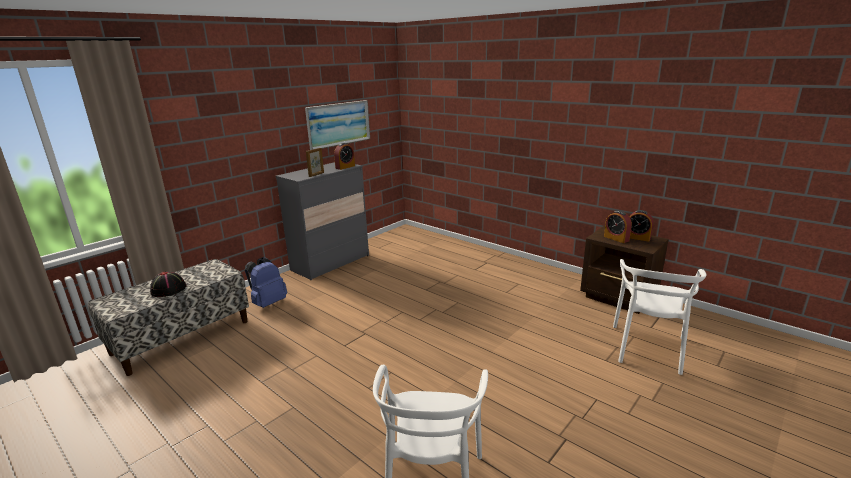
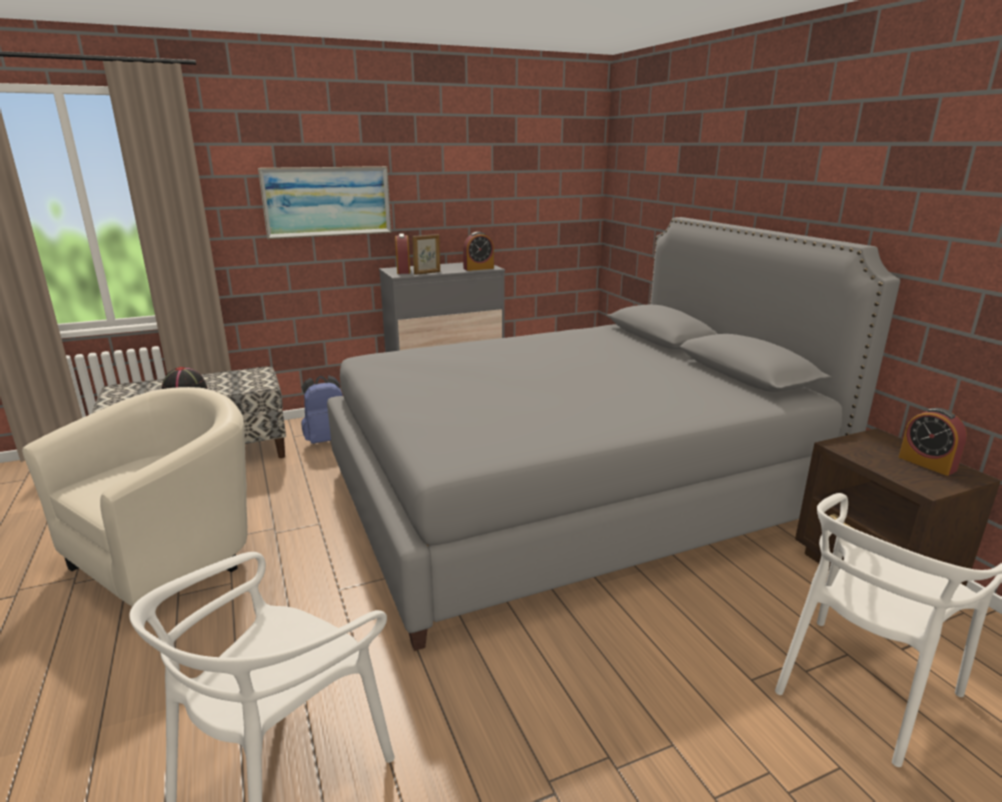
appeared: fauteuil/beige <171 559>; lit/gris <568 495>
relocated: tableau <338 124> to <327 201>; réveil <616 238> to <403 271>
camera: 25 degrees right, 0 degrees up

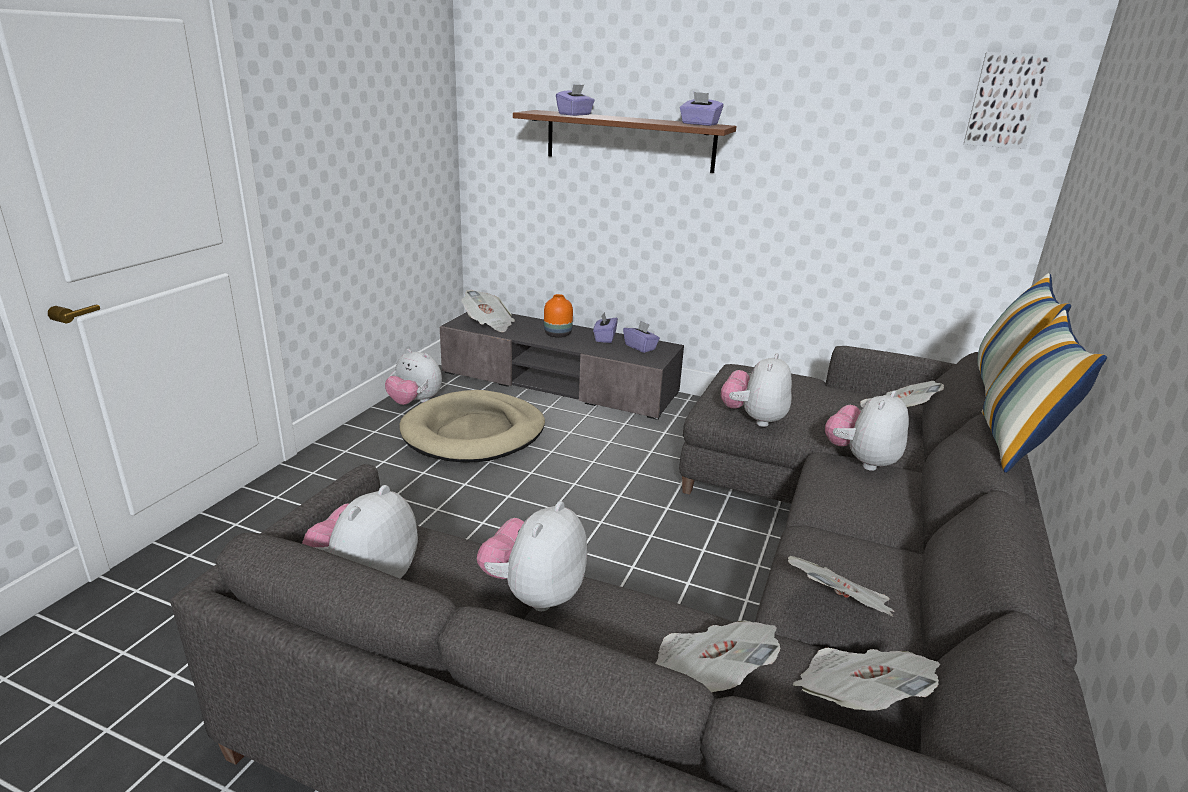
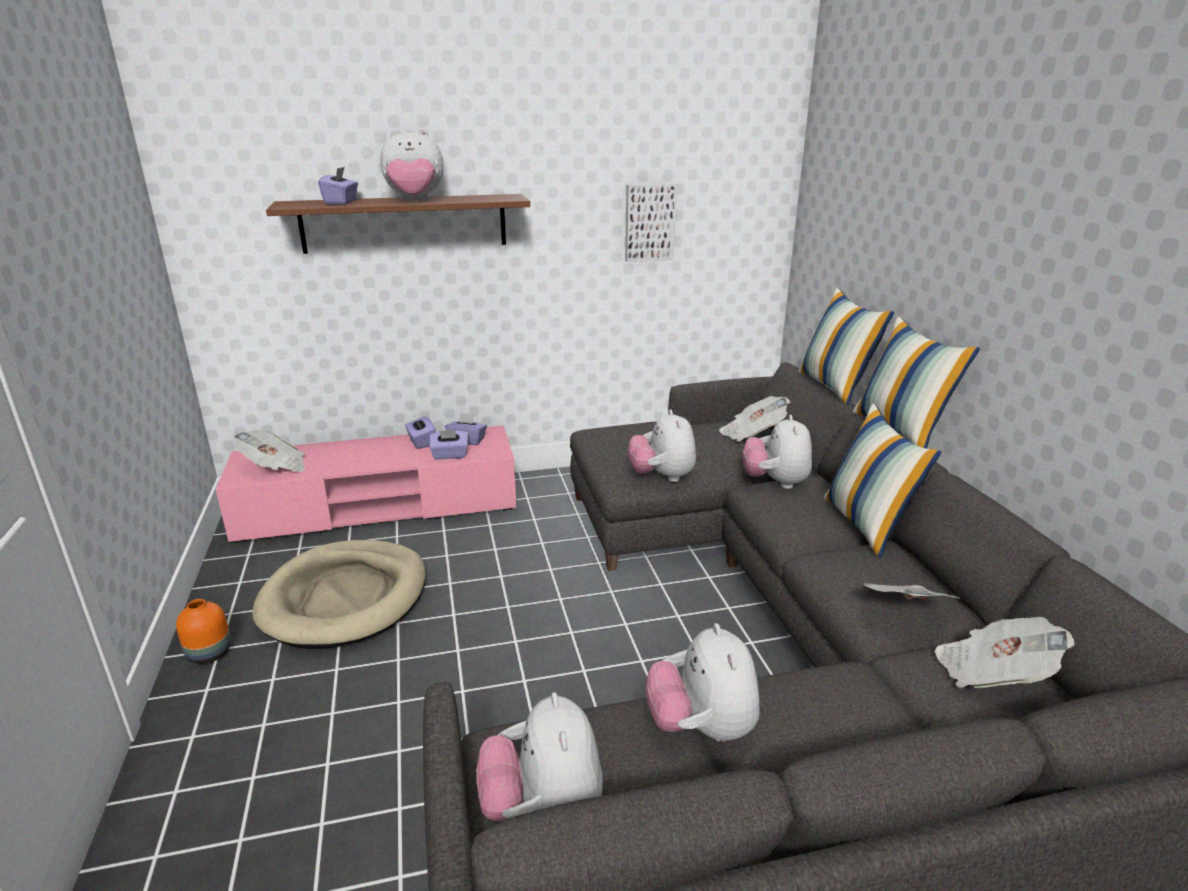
missing: journal <706 677>
appeared: coussin <867 524>
relocated: vase/orange <557 334> to <208 653>; peluche <415 402> to <415 200>; boîte à mouchoirs/violet <699 124> to <450 455>; tableau <1005 100> to <649 222>
colour: meuble télé/gris <559 383> to meuble télé/rose <379 507>
camera: 35 degrees left, 0 degrees up

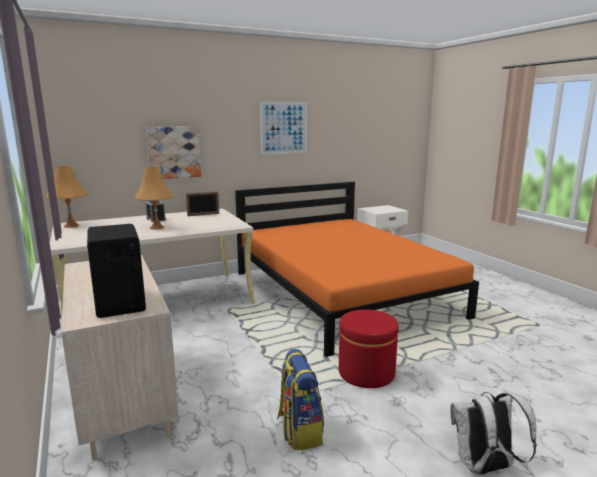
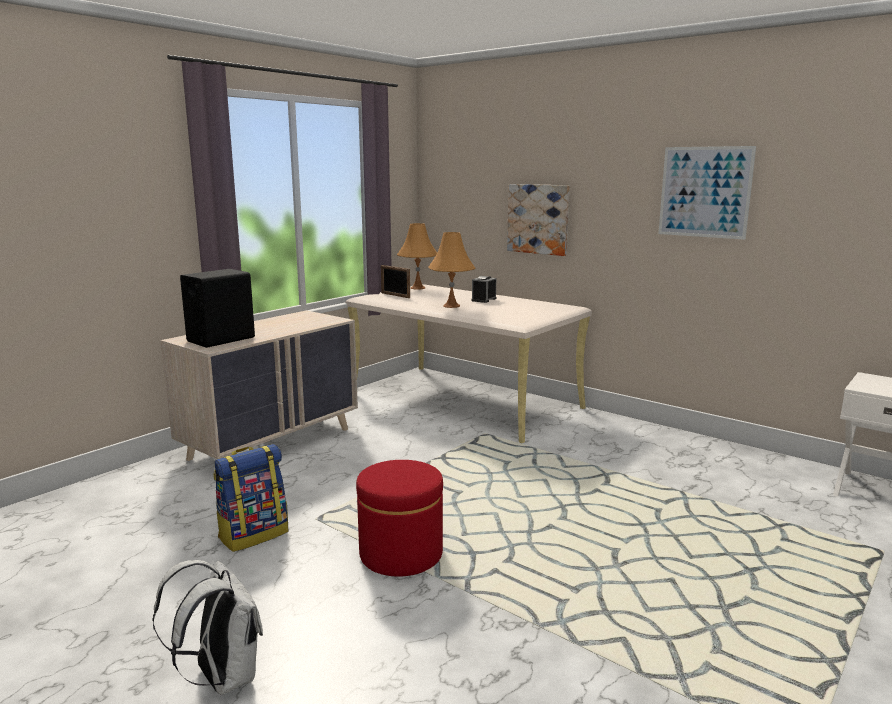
missing: lit/orange <342 293>
relocated: cadre photo <203 214> to <395 295>
camera: 65 degrees right, 0 degrees up

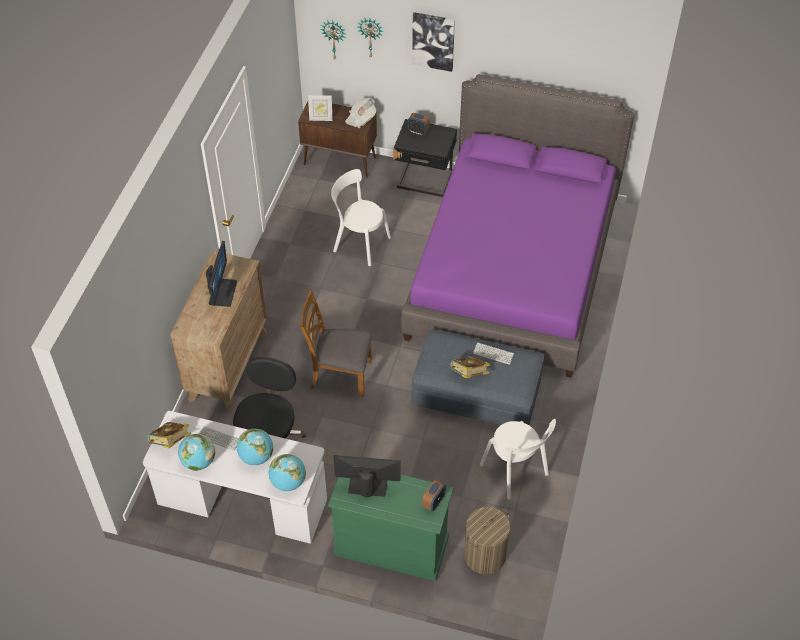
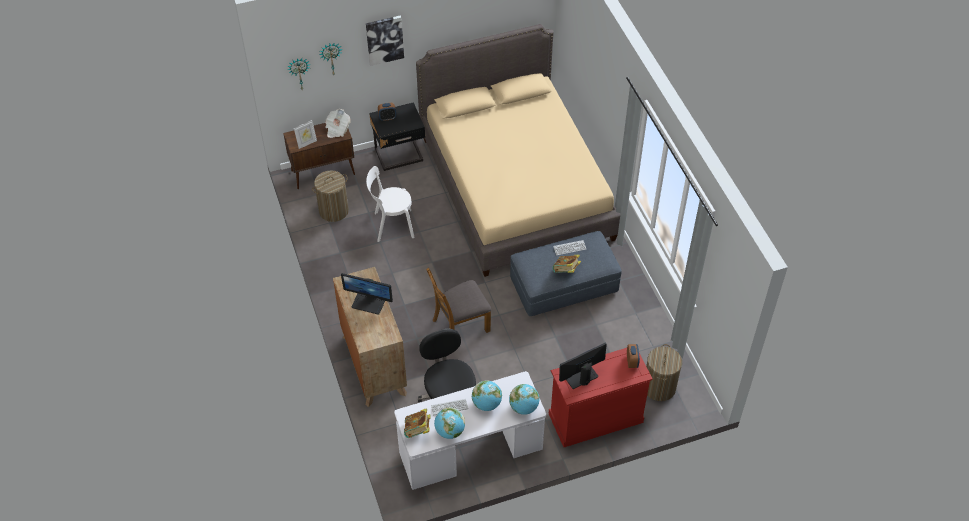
missing: chaise/blanc <515 472>
appeared: panier à linge <334 210>
colour: lit/violet <513 270> to lit/beige <516 187>; commode/vert <391 545> to commode/rouge <595 417>
spun: écran d'ordinateur <222 292> = <369 303> 135 degrees clockwise
camera: 35 degrees left, 0 degrees up

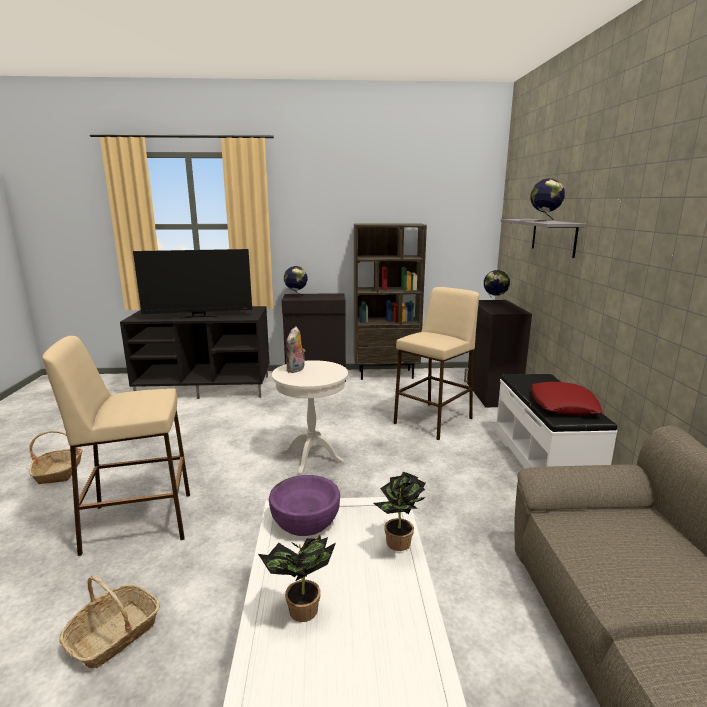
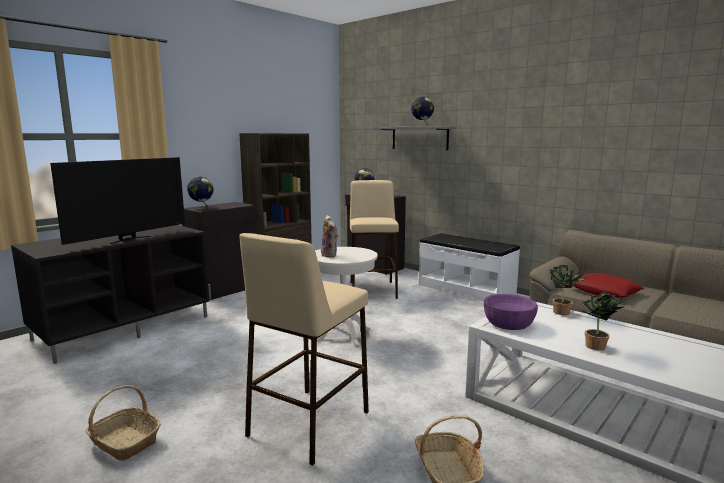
relocated: coussin/rouge <563 405> to <604 291>
camera: 45 degrees left, 5 degrees down

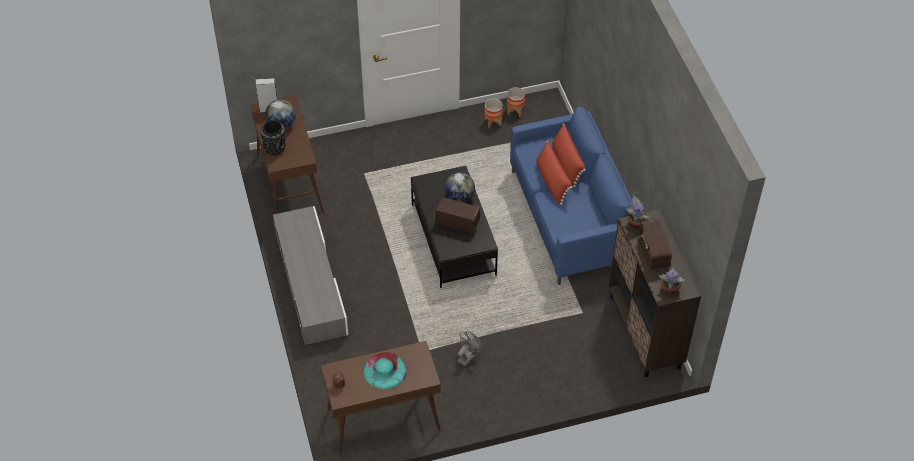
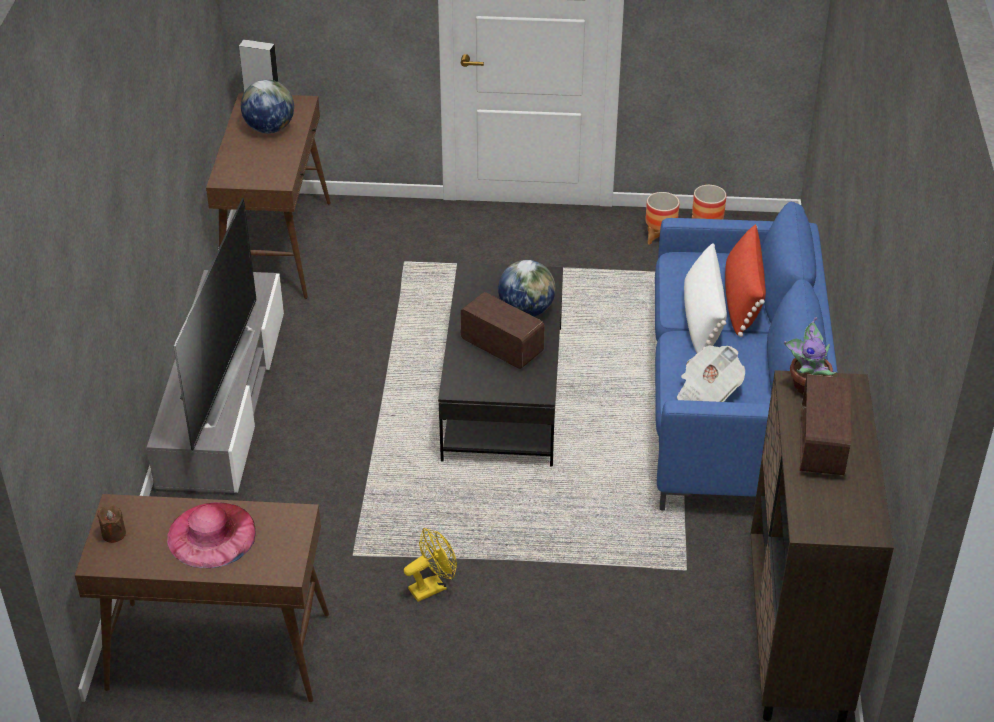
missing: vase/noir <275 147>; plante en pot <669 289>
appeared: téléviseur <217 375>; journal <707 391>
colour: chapeau/turquoise <385 370> to chapeau/rose <211 534>; ventilateur/gris <468 356> to ventilateur/jaune <432 586>; coussin/rouge <552 181> to coussin/blanc <702 319>
camera: 20 degrees right, 10 degrees down

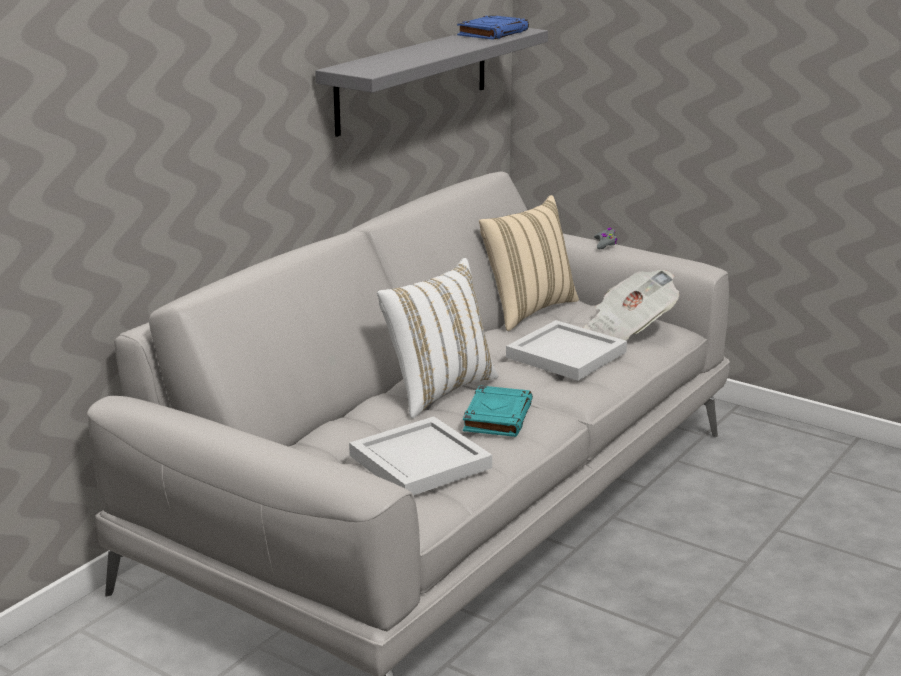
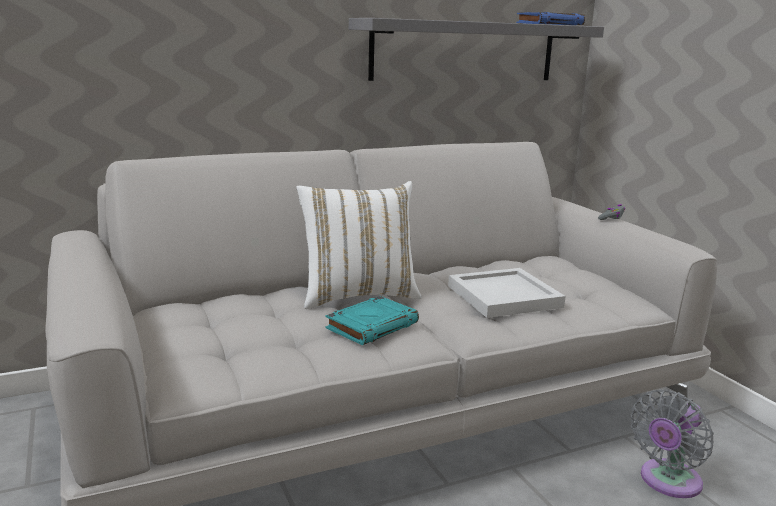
missing: plateau/blanc <422 462>; coussin/beige <527 310>; journal <628 328>
appeared: ventilateur/gris <667 482>
camera: 30 degrees right, 5 degrees down

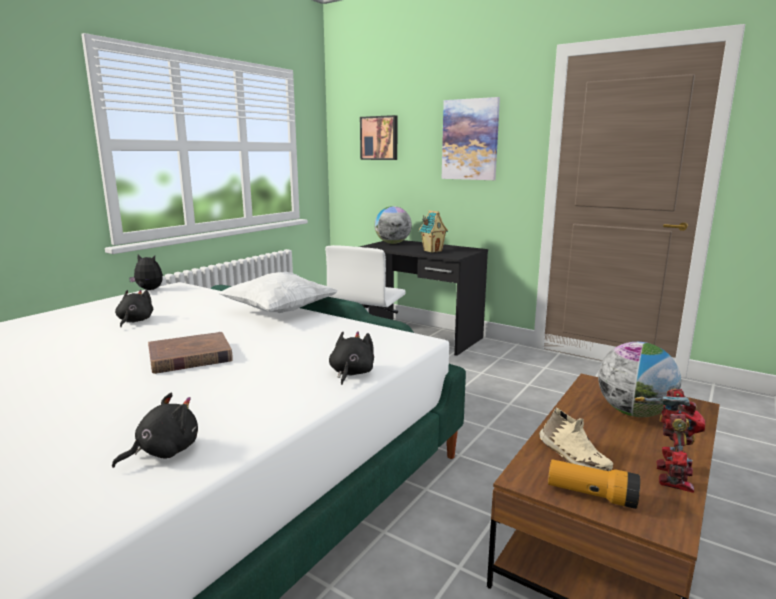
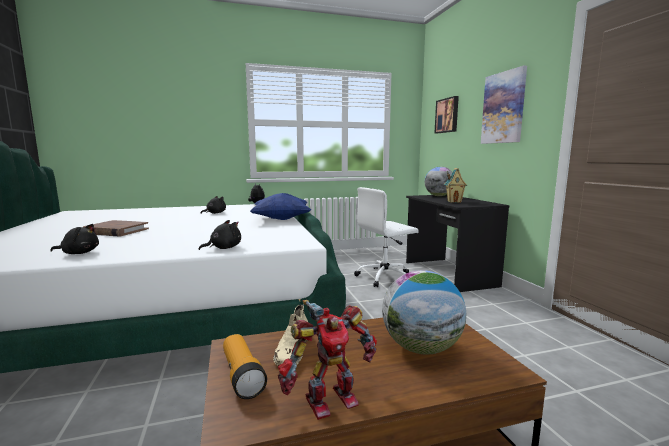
relocated: livre/marron <190 357> to <116 231>
colour: coussin/blanc <279 311> to coussin/bleu <281 219>
camera: 40 degrees right, 5 degrees down

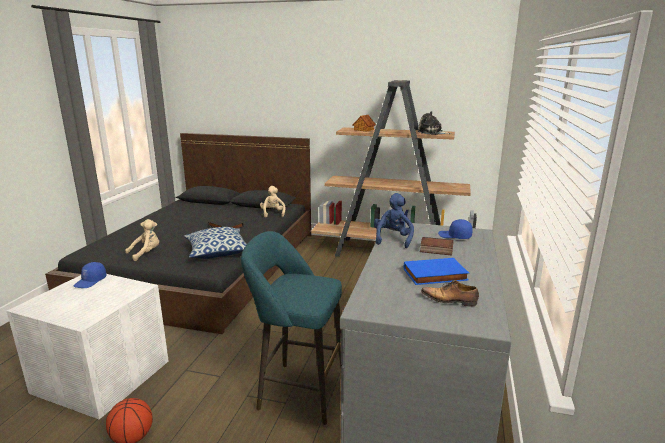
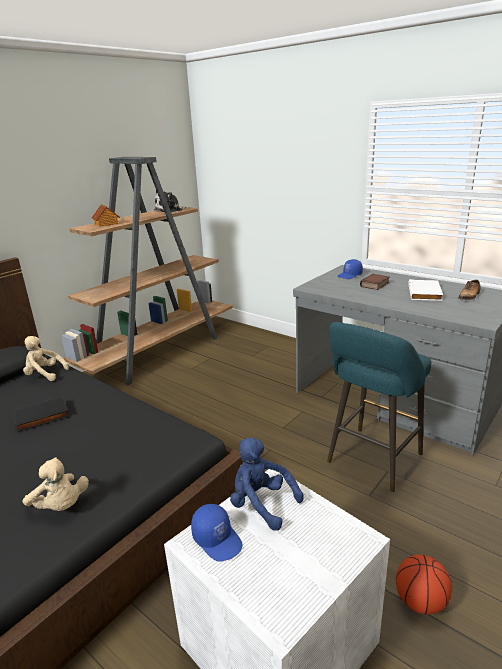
missing: coussin <217 252>
relocated: peluche/bleu <393 239> to <261 504>
colour: livre/bleu <435 275> to livre/blanc <425 293>
spun: peluche/beige <146 253> = <61 506> 150 degrees clockwise
camera: 65 degrees left, 5 degrees up

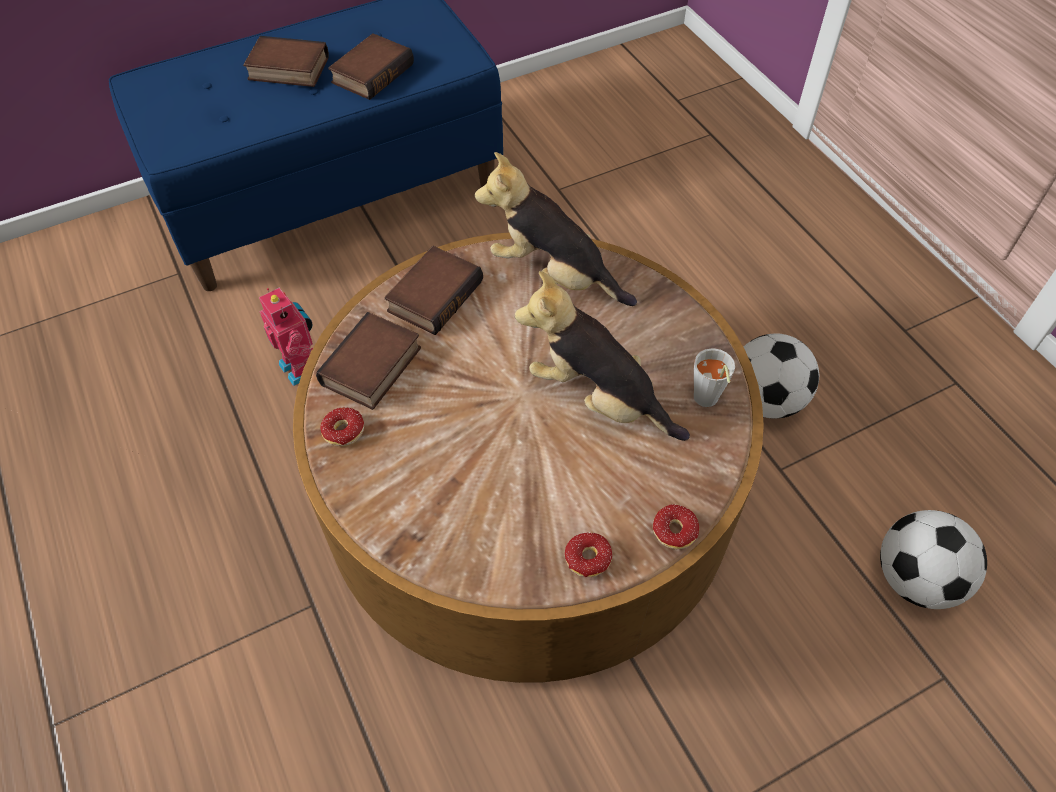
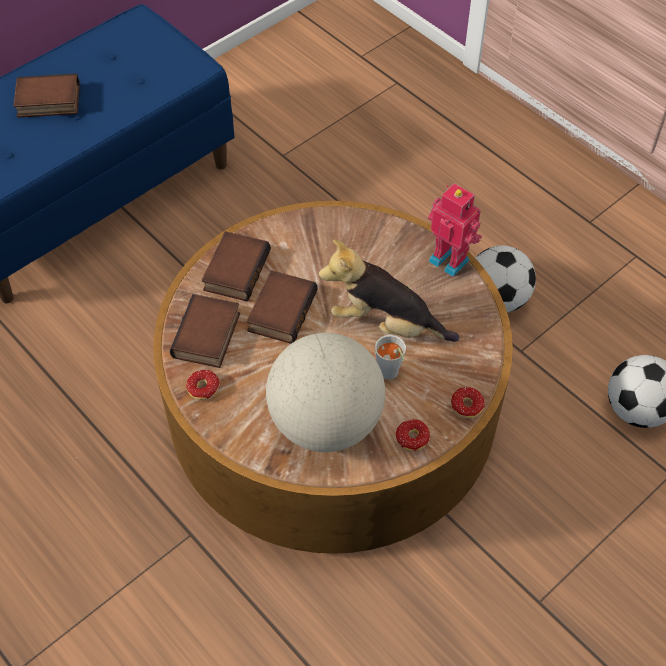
missing: peluche <554 275>
appeared: globe <326 422>
relocated: livre <371 72> to <280 310>; tasse/gris <706 402> to <389 375>; robot jouet <302 367> to <450 259>
camera: 15 degrees left, 0 degrees up

